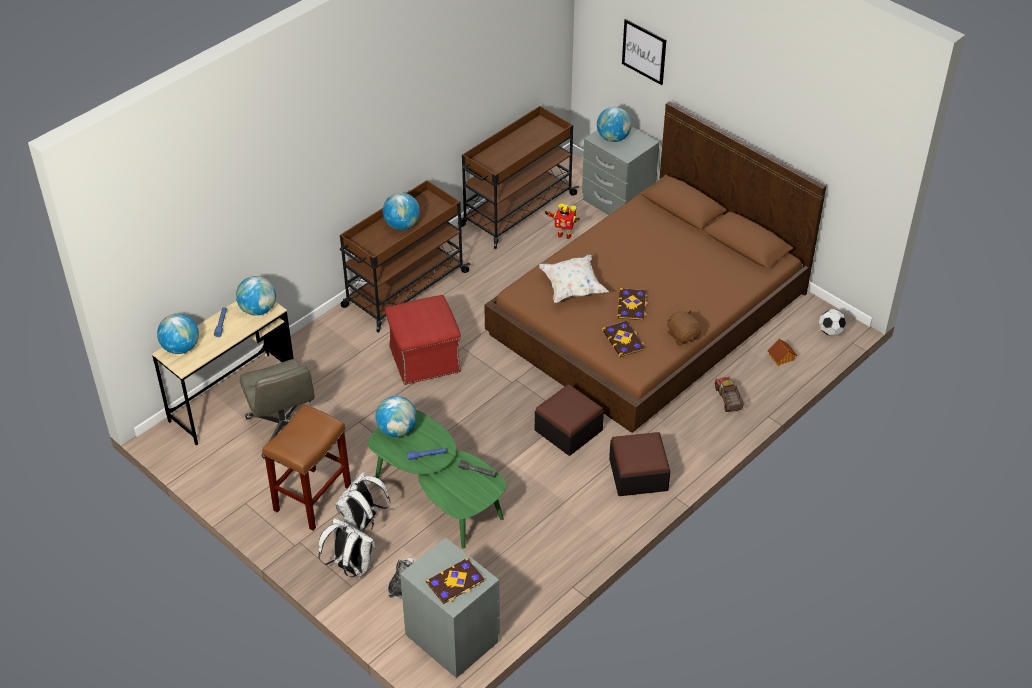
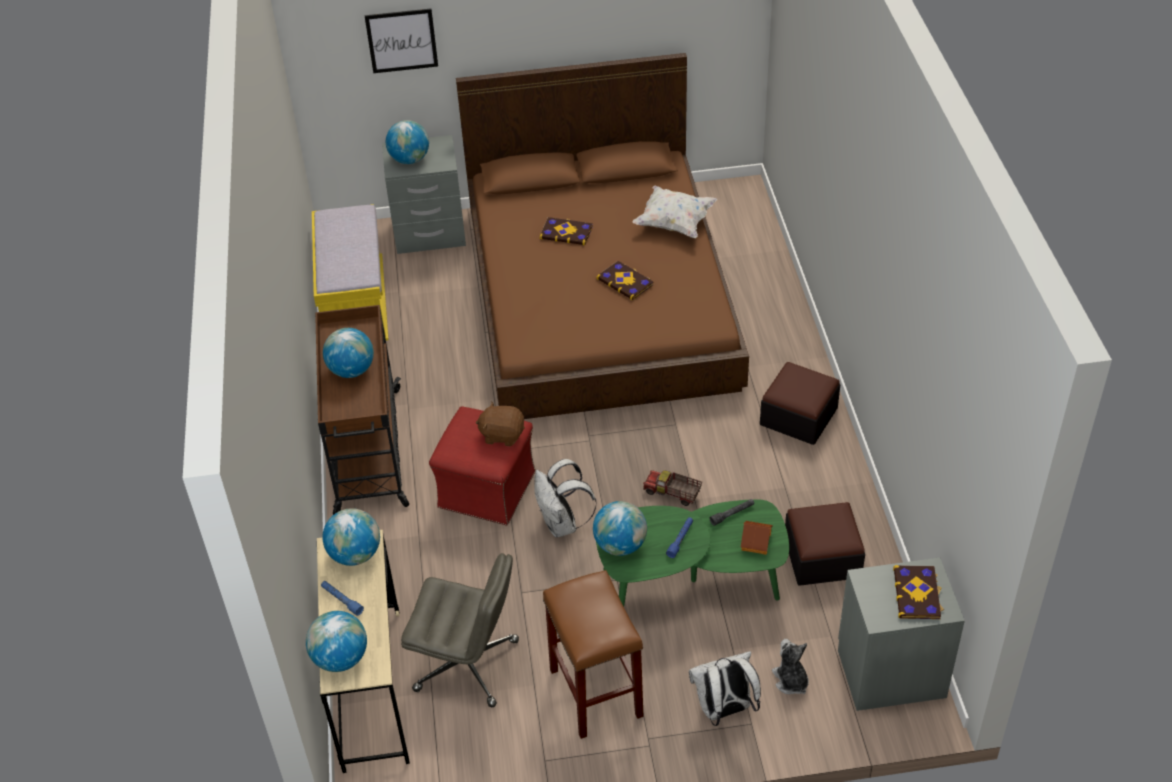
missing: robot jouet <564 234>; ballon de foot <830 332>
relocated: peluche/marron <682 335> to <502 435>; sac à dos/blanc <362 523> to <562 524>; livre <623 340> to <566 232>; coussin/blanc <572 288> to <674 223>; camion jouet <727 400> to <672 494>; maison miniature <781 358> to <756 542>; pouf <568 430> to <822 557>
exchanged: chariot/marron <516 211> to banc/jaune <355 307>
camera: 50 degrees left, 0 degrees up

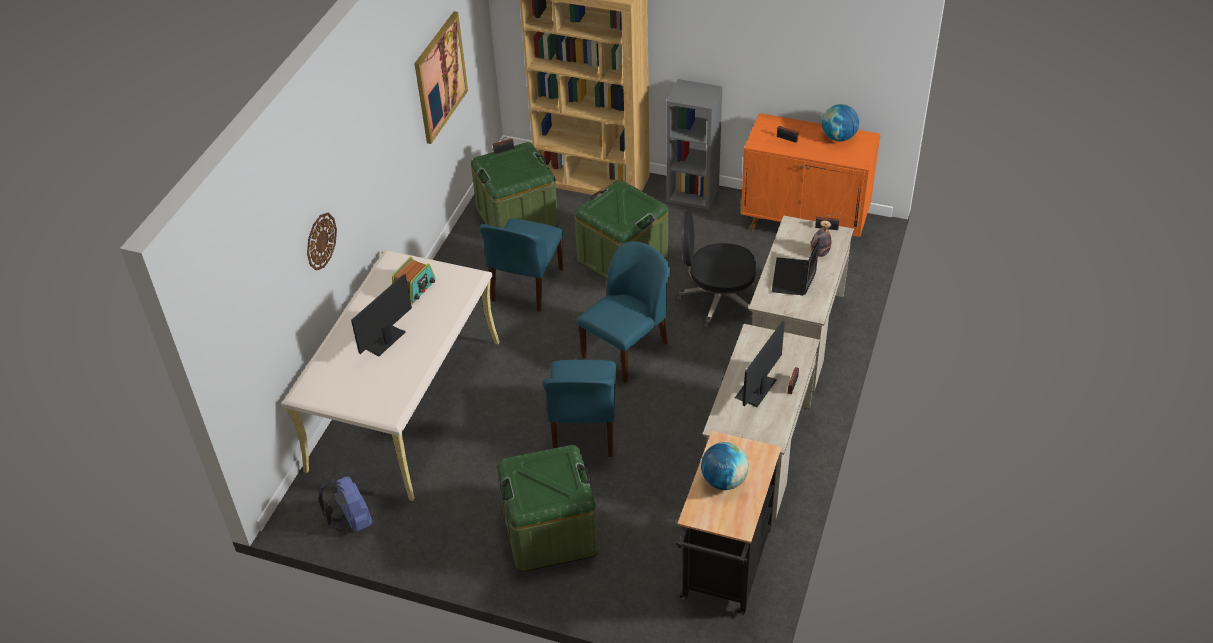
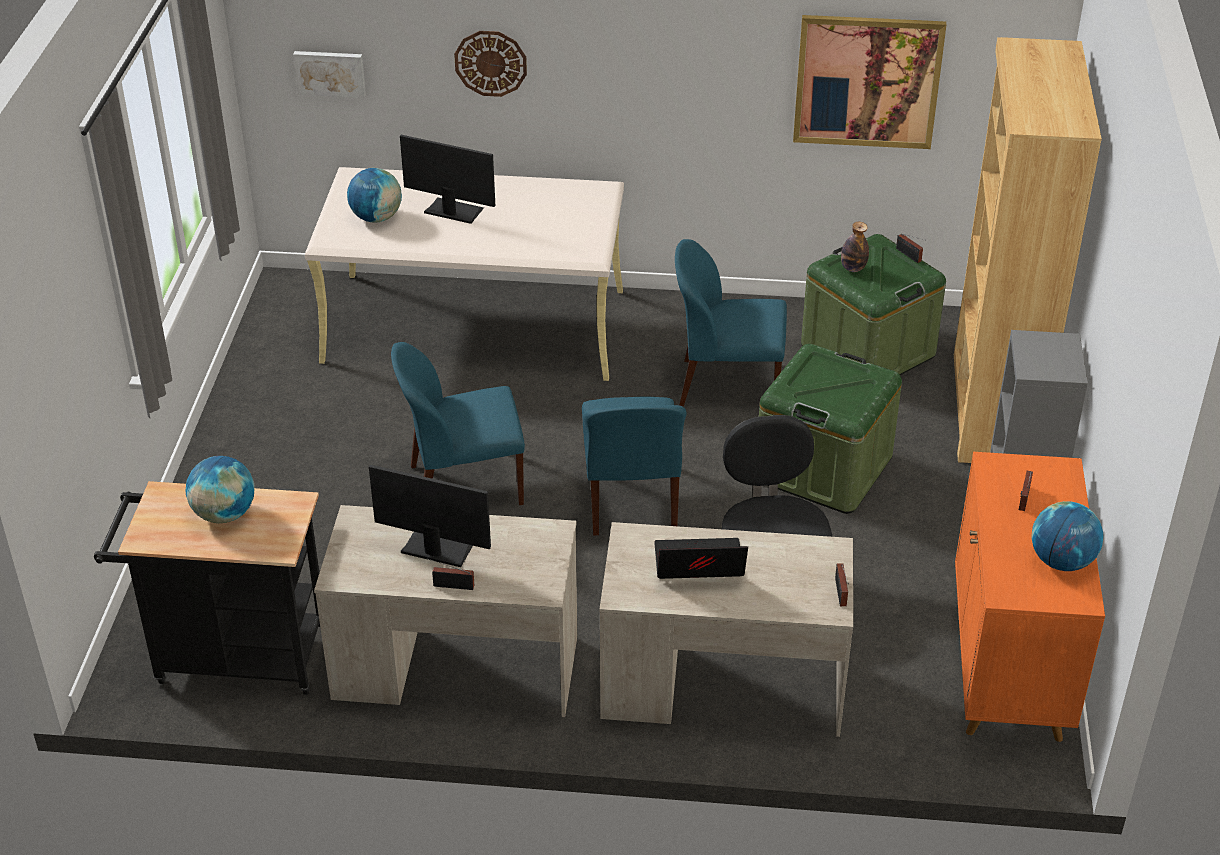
missing: sac à dos/bleu <351 522>; radio <414 288>; boîte de rangement/vert <550 532>
appeared: tableau <330 72>; globe <376 218>
relocated: bouteille <819 253> to <853 268>
spun: chaise/bleu <626 349> = <631 501> 60 degrees clockwise
camera: 75 degrees right, 5 degrees down

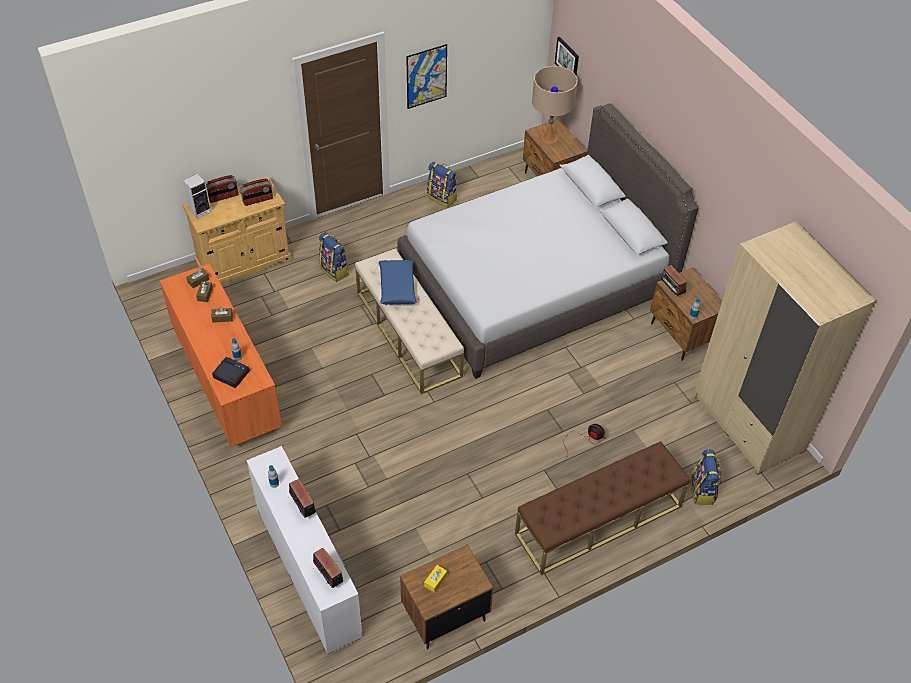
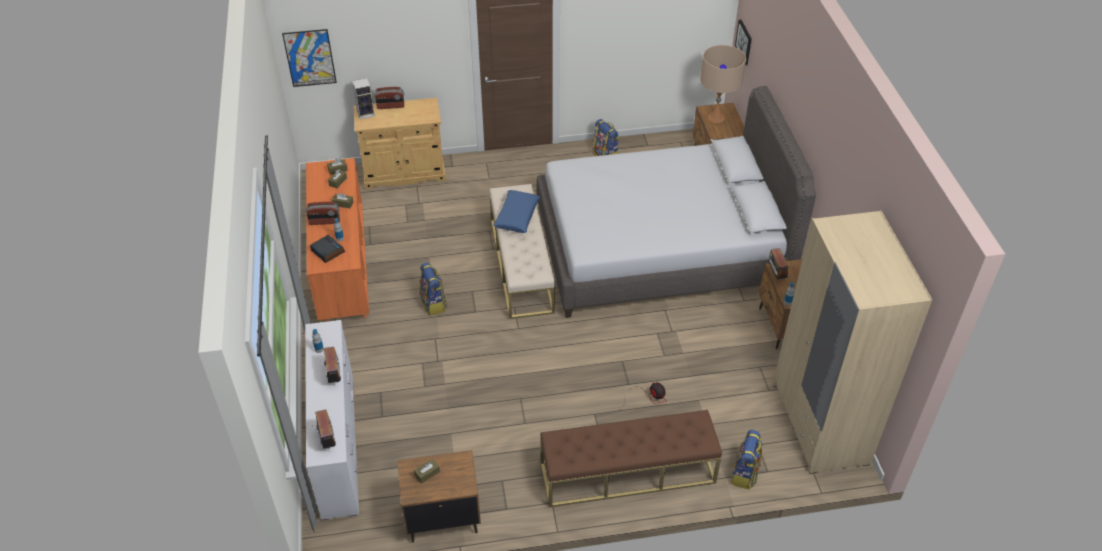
relocated: tableau <426 76> to <310 58>; radio <257 200> to <324 222>; sac à dos <335 270> to <434 304>
colour: boîte à mouchoirs/jaune <435 581> to boîte à mouchoirs/marron <427 473>
camera: 20 degrees right, 5 degrees down

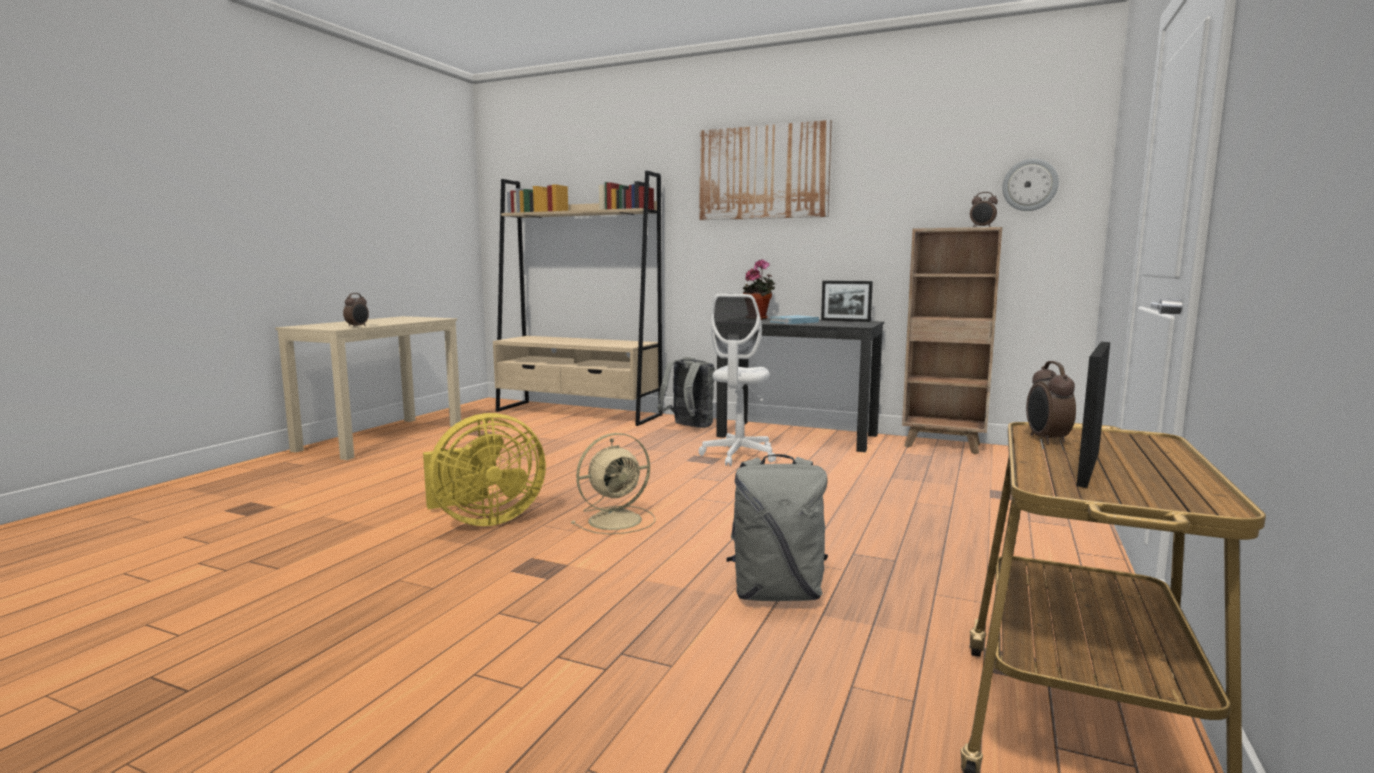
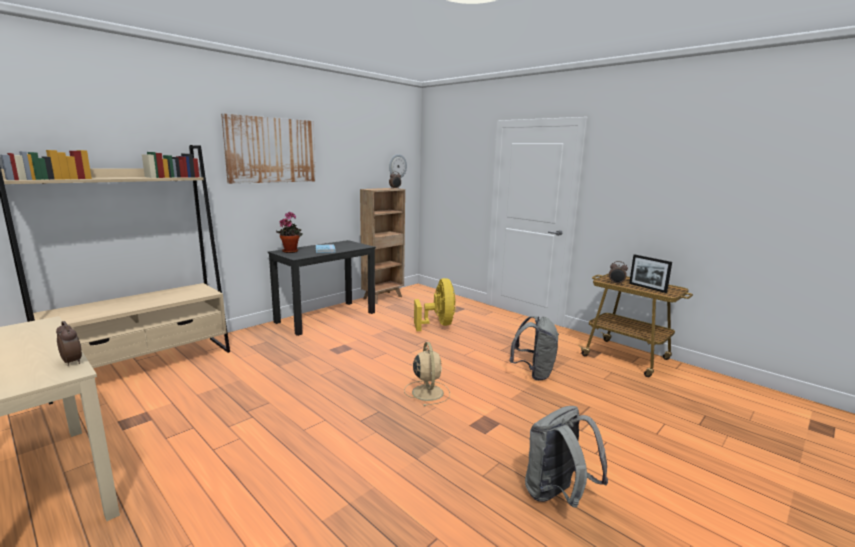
missing: chaise de bureau/blanc <739 455>; cadre photo <845 321>
relocated: ventilateur/jaune <483 520> to <438 324>; sac à dos/gris <689 427> to <557 495>
camera: 70 degrees left, 5 degrees up

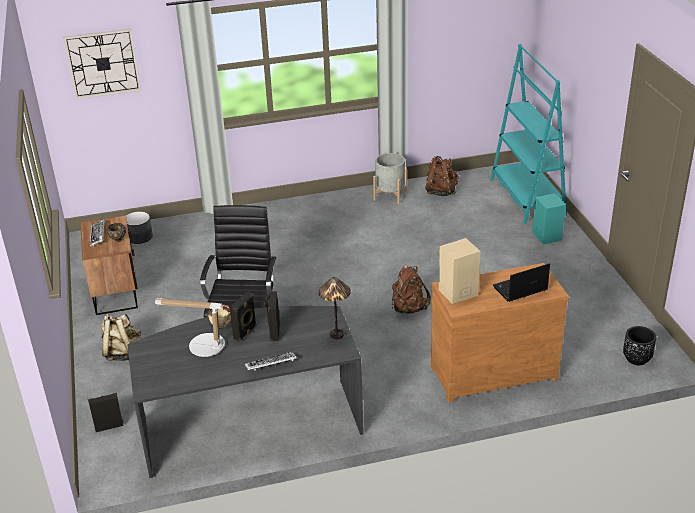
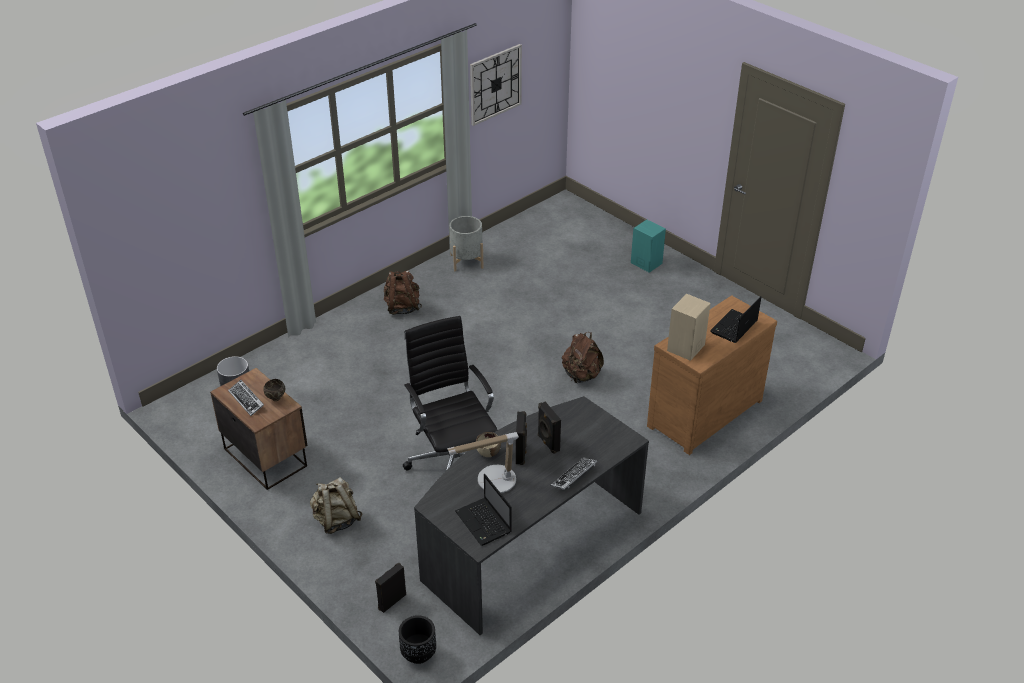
missing: lampe de table <336 335>; bibliothèque/turquoise <527 197>
appeared: ordinateur portable <484 523>
relocated: sac à dos/marron <441 191> to <402 307>; cache-pot/noir <636 359> to <418 653>; horloge murale <103 63> to <495 84>
camera: 30 degrees left, 5 degrees up

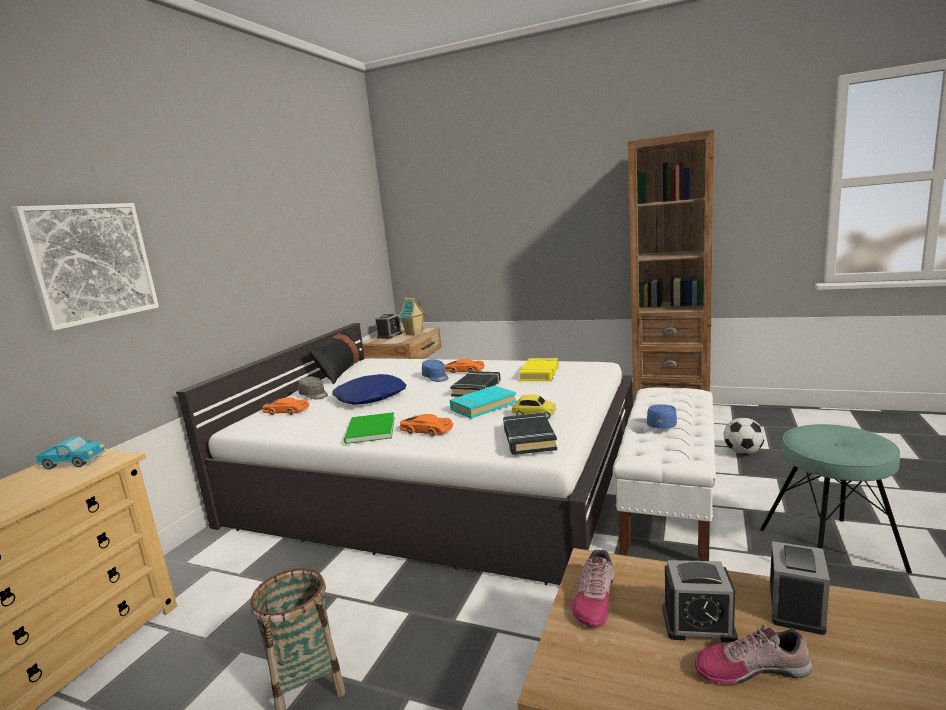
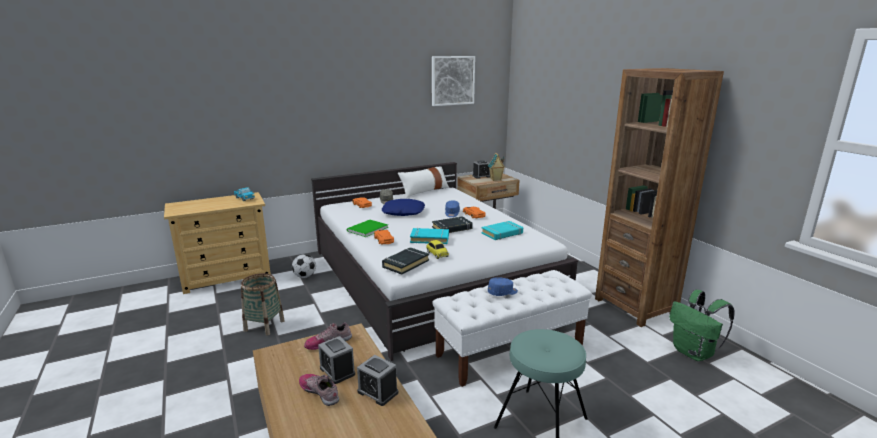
appeared: sac à dos/vert <694 353>
relocated: ballon de foot <743 452> to <305 276>; tableau <90 263> to <452 80>
colour: coussin/noir <340 371> to coussin/blanc <424 191>; livre/jaune <540 373> to livre/turquoise <502 233>
spun: réveil <796 608> = <377 392> 60 degrees clockwise
camera: 40 degrees right, 5 degrees up

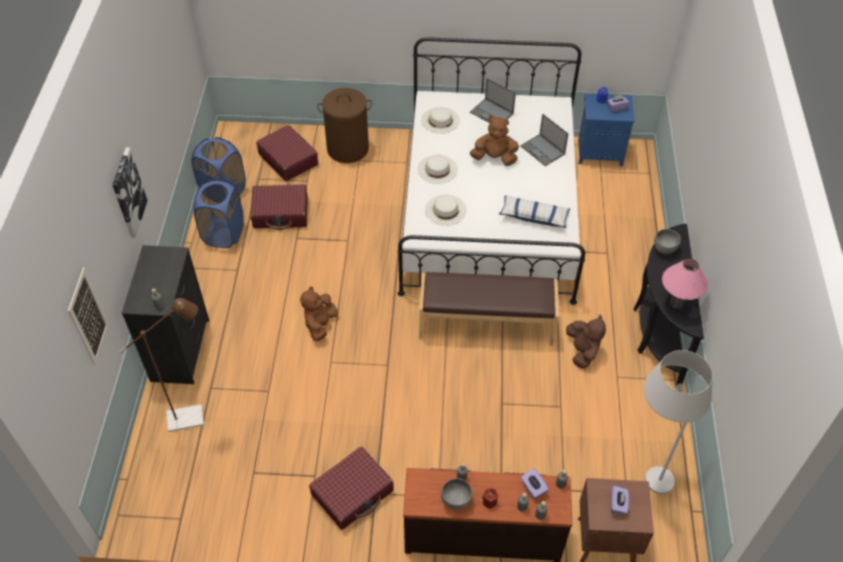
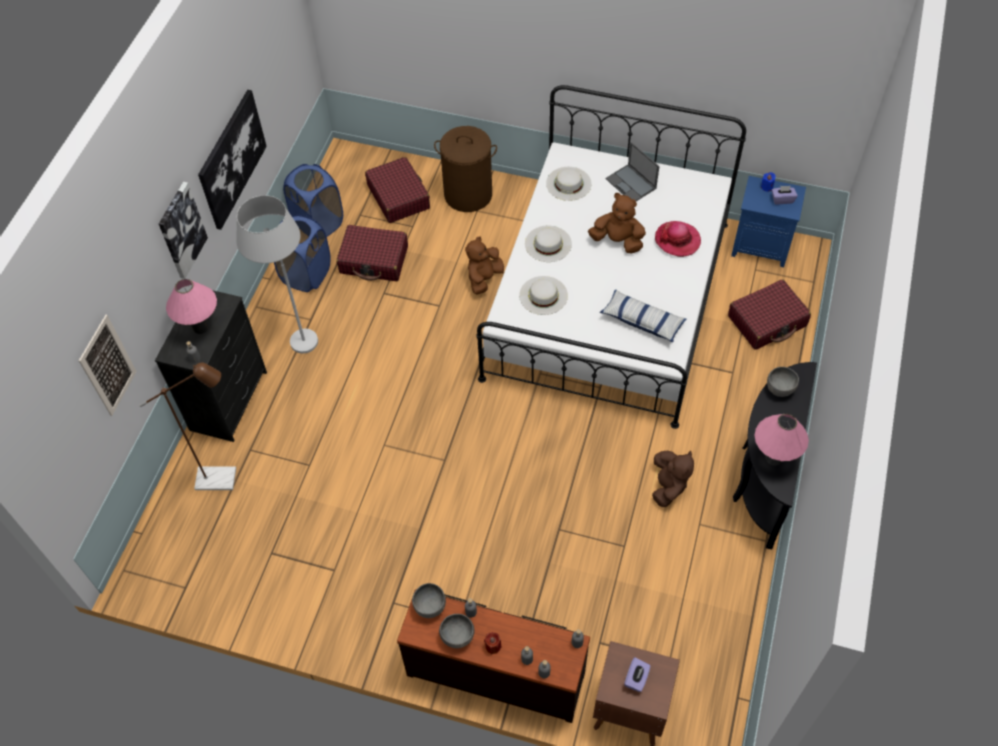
missing: banc/marron <486 323>; boîte à mouchoirs/violet <533 488>
appeared: lampe de table/rose <200 327>; tableau <232 159>; bol/gris <430 607>
relocated: lampadaire/blanc <645 471> to <295 332>; peluche/marron <320 324> to <484 278>; valise/rouge <352 493> to <767 321>
exchanged: ordinateur portable <543 150> to chapeau <677 240>
camera: 15 degrees right, 5 degrees up

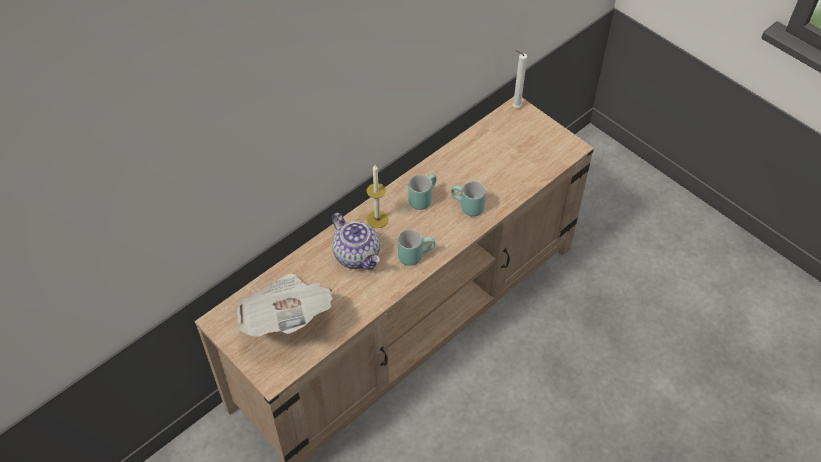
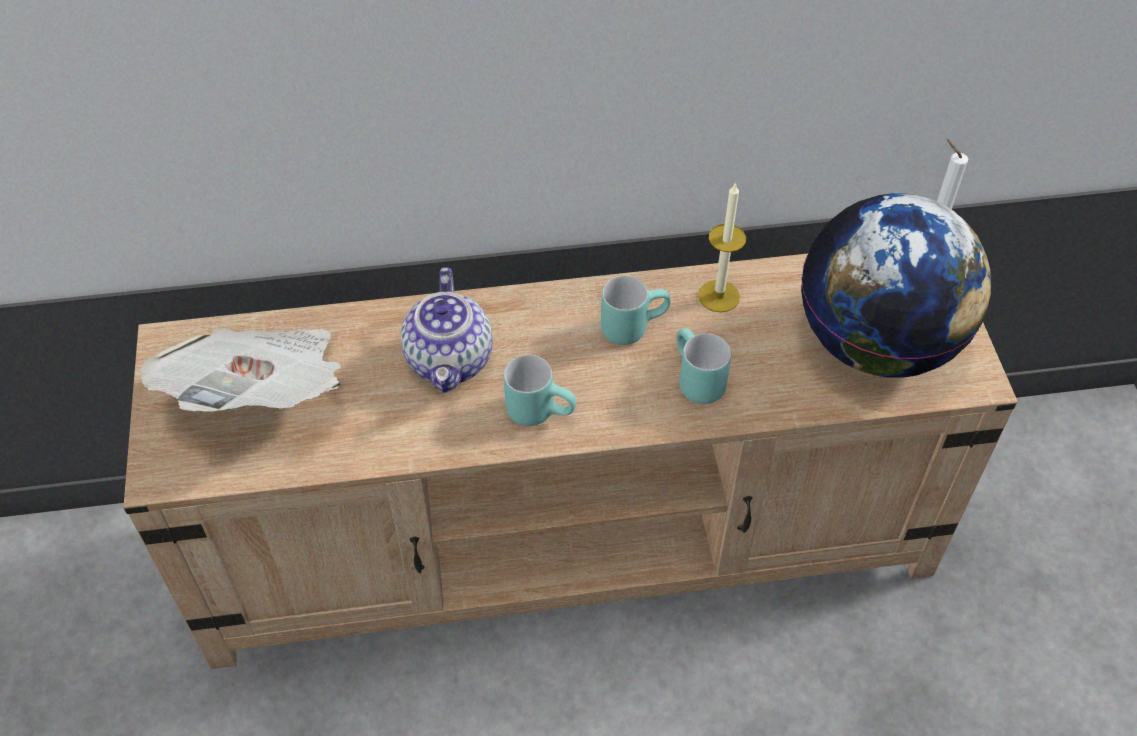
appeared: globe <877 343>
relocated: bougie <377 219> to <719 296>
camera: 35 degrees right, 0 degrees up

